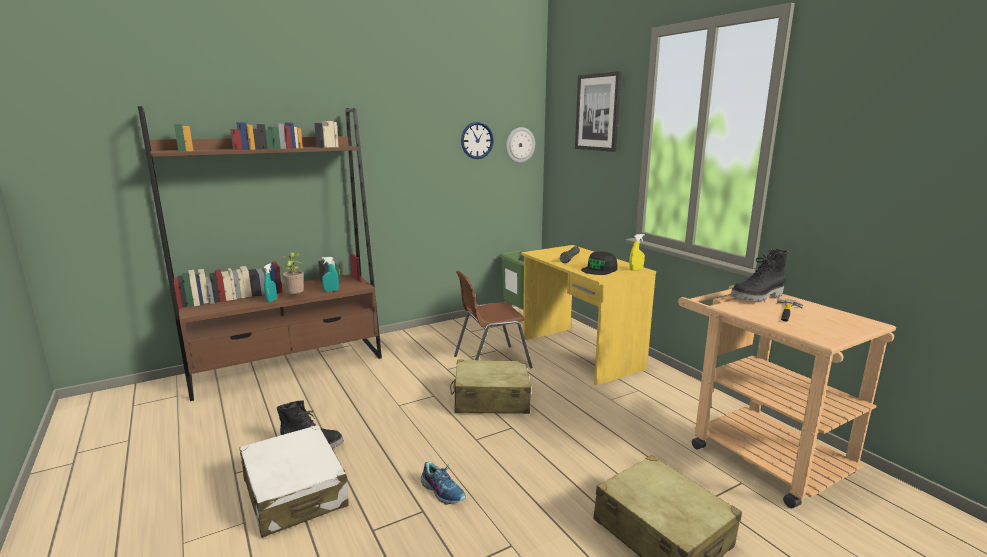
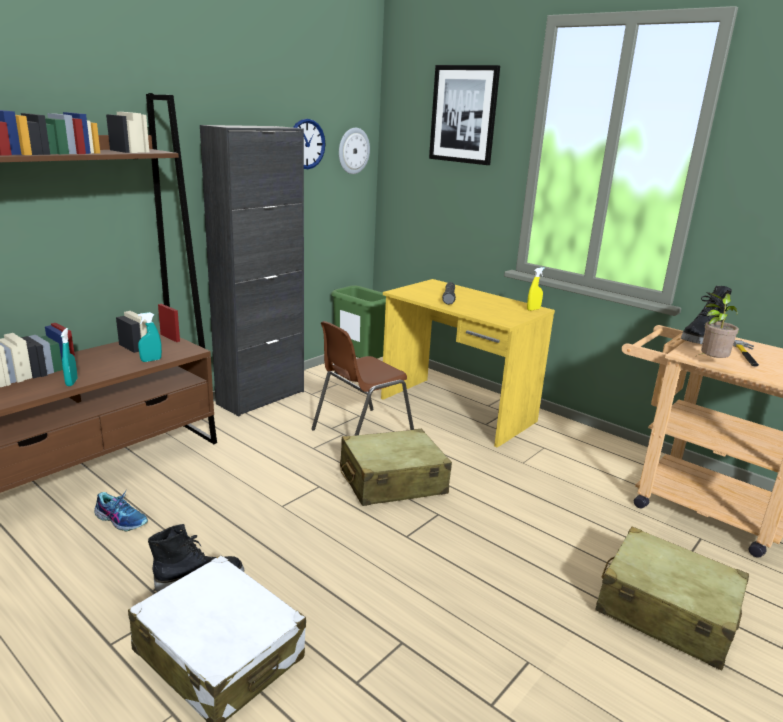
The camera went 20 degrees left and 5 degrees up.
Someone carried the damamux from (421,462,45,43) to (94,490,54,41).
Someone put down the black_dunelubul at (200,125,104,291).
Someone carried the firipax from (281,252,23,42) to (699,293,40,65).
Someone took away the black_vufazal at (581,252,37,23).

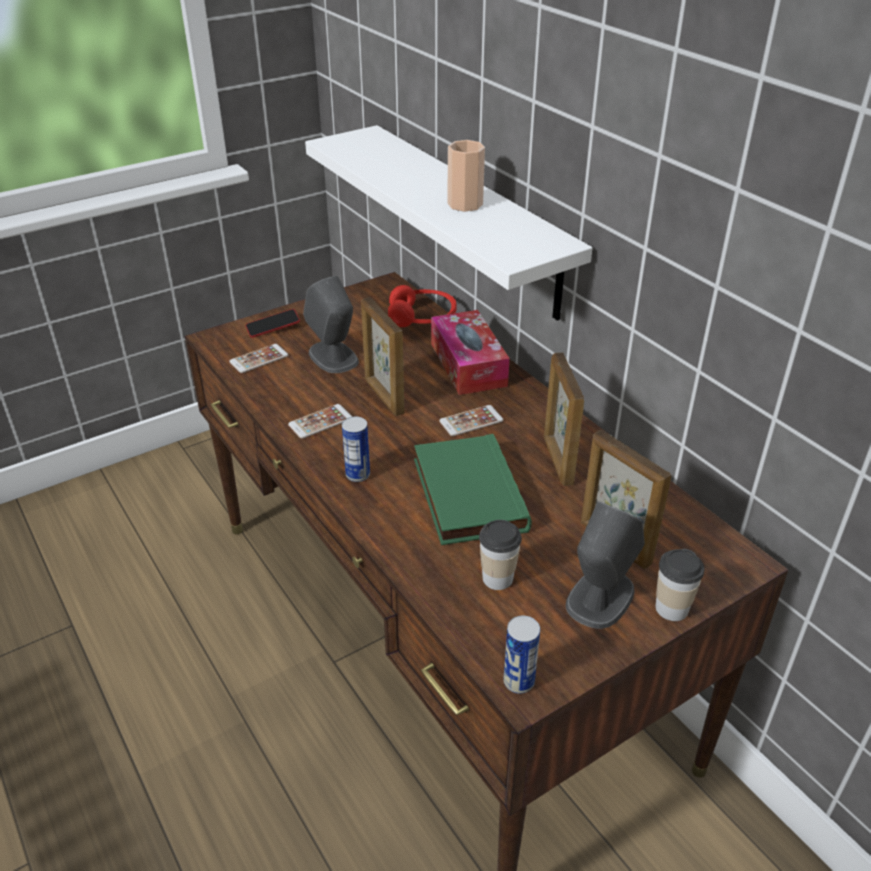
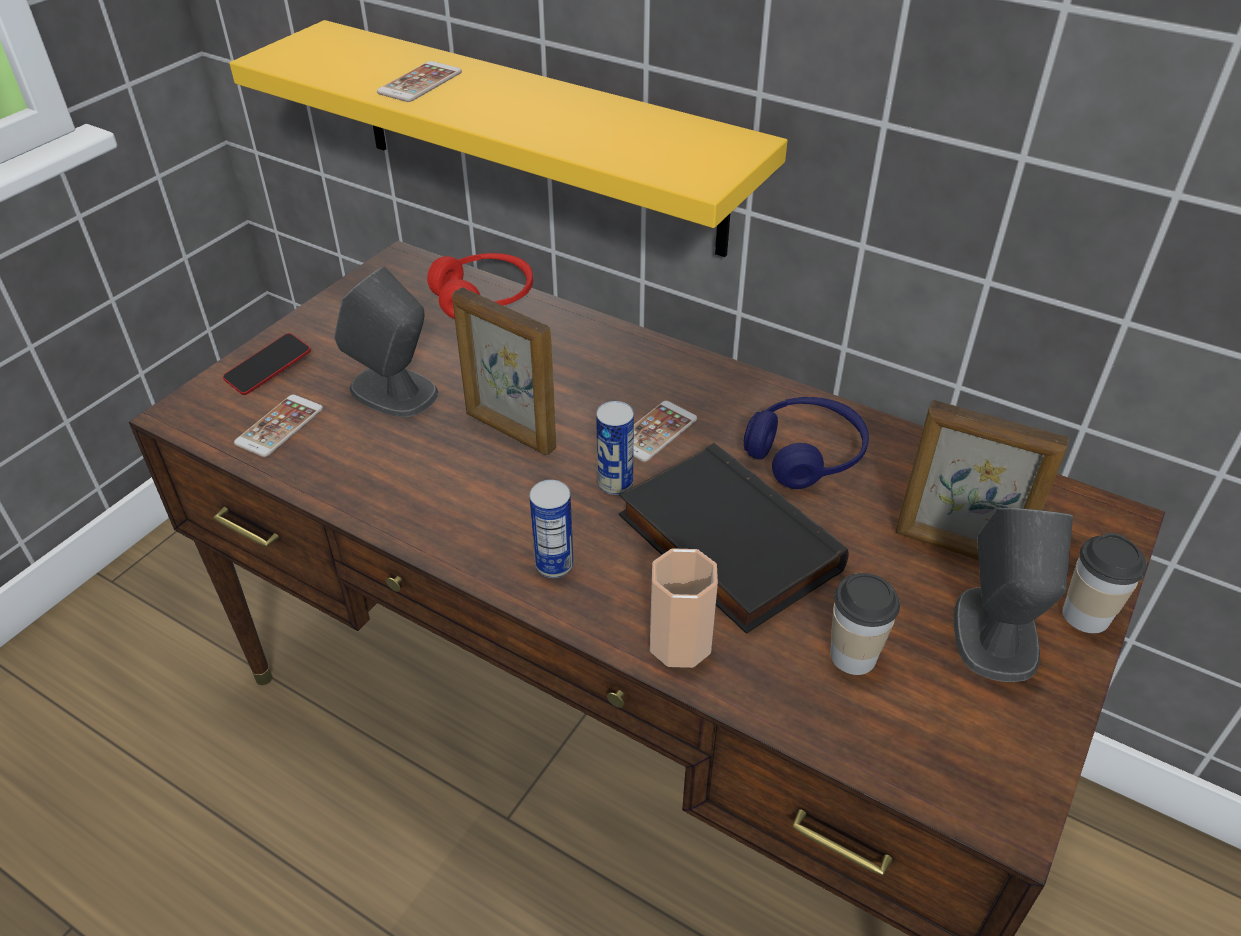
The camera went 25 degrees left and 5 degrees up.
Someone repainted the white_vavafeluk at (305,125,287,196), which became the yellow_vavafeluk at (230,20,558,237).
Someone carried the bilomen from (288,404,64,35) to (377,61,85,41).
Someone carried the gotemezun from (503,616,37,78) to (596,401,38,94).
Someone repainted the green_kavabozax at (414,434,118,111), which became the black_kavabozax at (619,443,230,191).
Someone carried the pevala from (447,140,38,72) to (650,548,68,120).
Someone swapped the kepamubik at (544,353,40,133) for the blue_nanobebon at (744,397,125,92).
Someone took away the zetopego at (431,310,79,85).

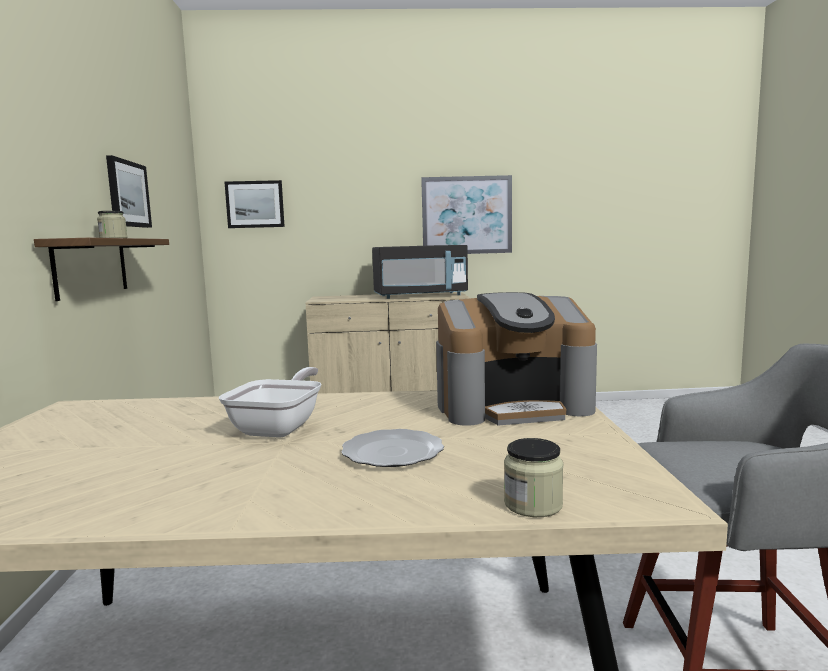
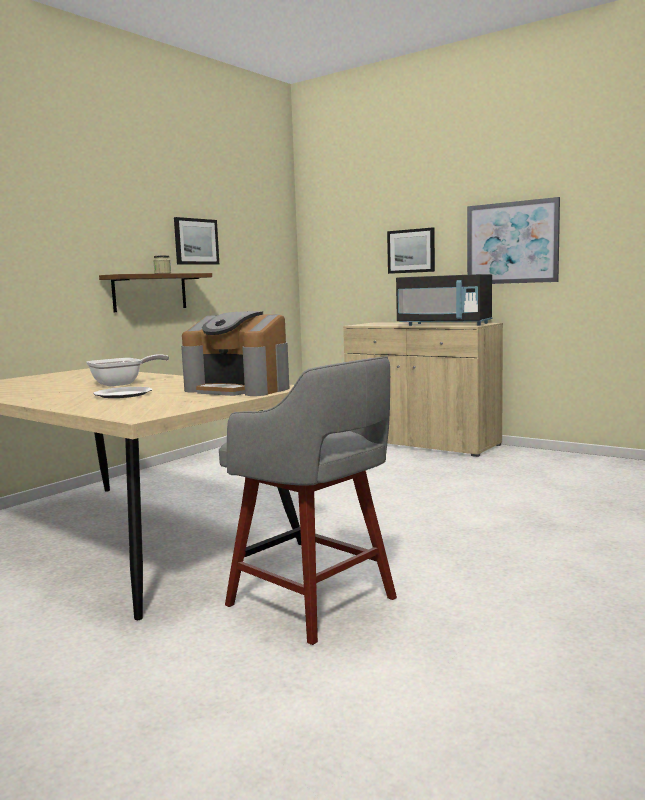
The camera went 40 degrees right and 0 degrees up.
Someone carried the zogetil from (224,180,61,48) to (387,227,48,47).
Someone took away the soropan at (504,438,60,79).

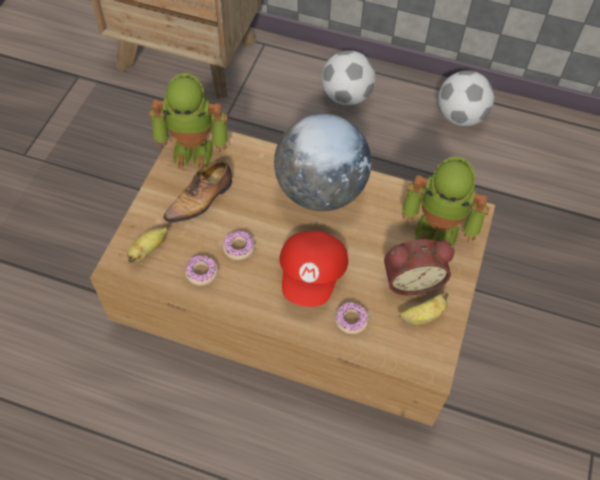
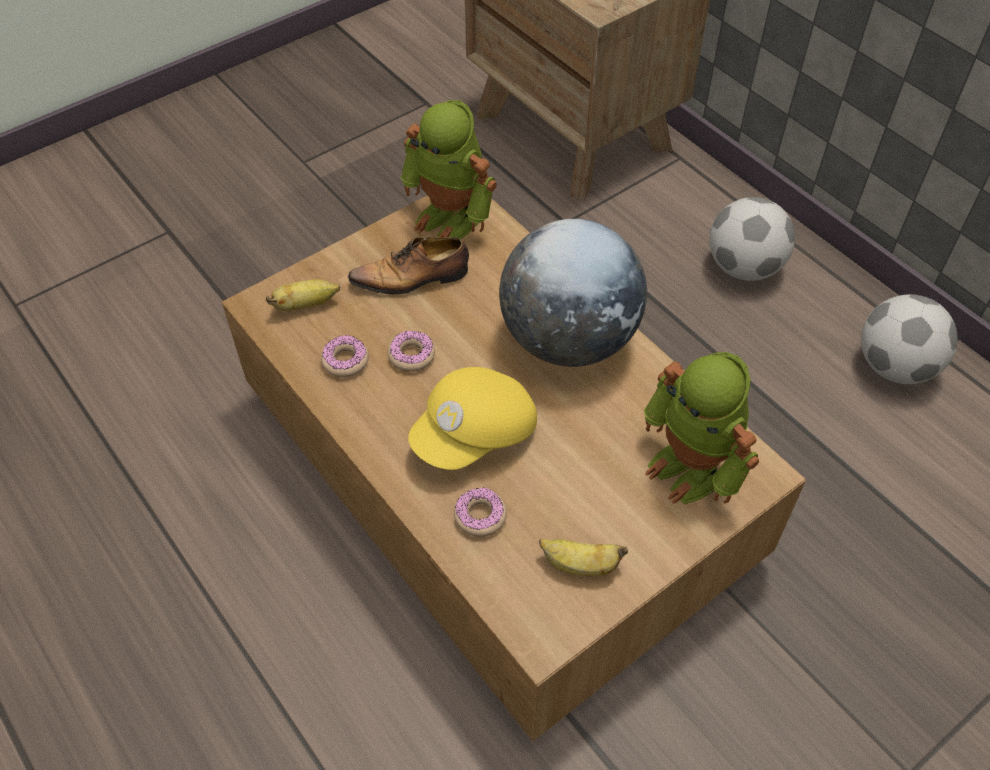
The camera went 35 degrees right and 5 degrees down.
Someone repainted the red_vufazal at (279,231,69,76), which became the yellow_vufazal at (408,367,129,103).
Someone took away the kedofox at (384,239,71,57).

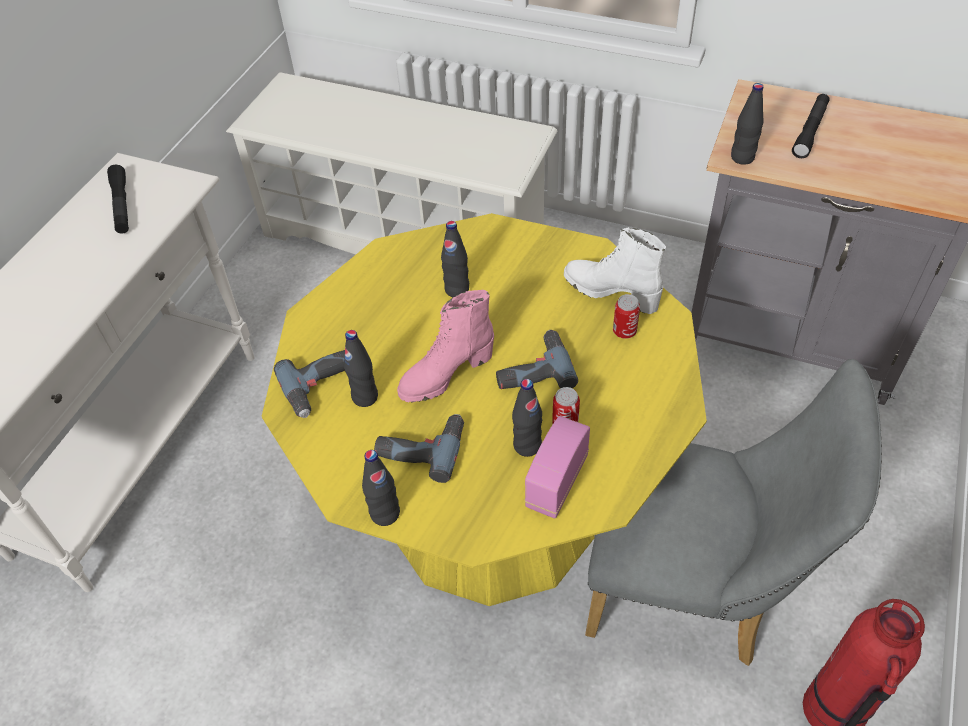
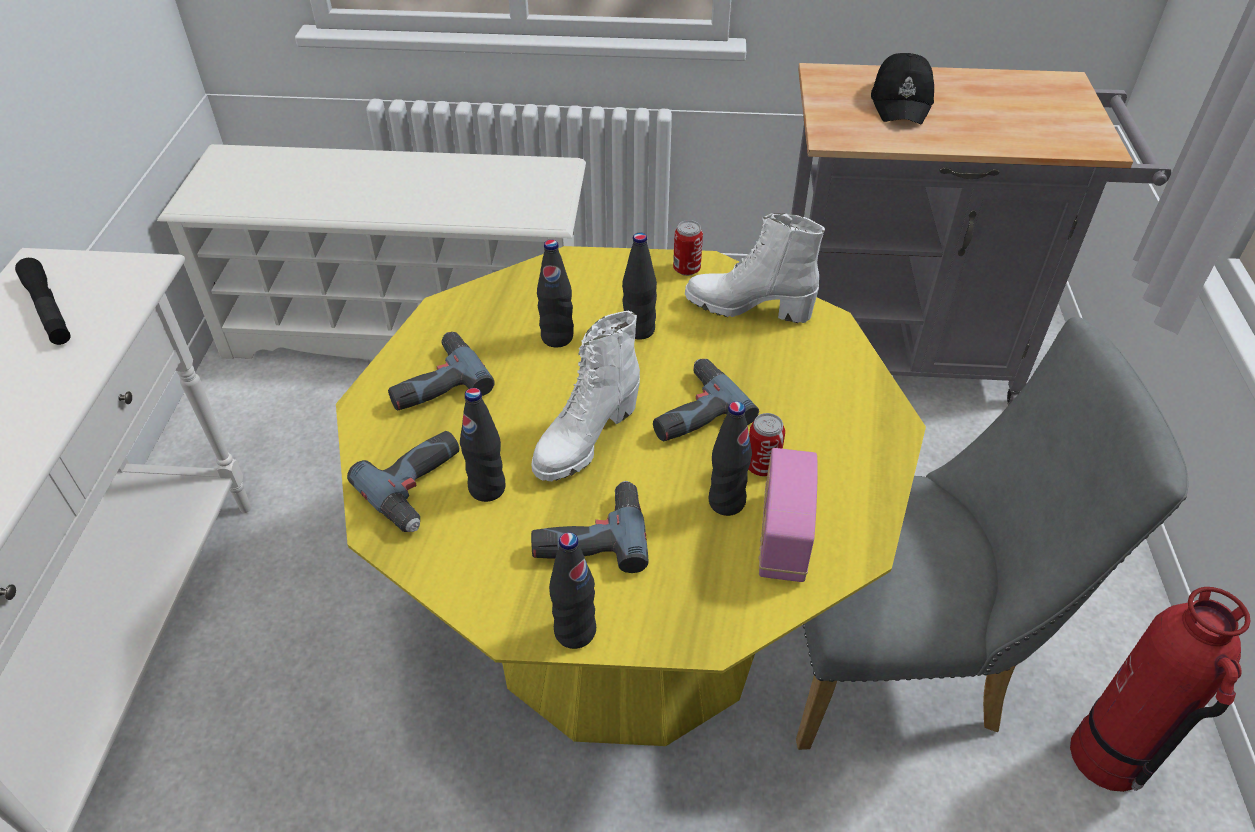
The camera went 20 degrees left and 5 degrees down.
Someone put down the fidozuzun at (388,332,107,78).
Someone repainted the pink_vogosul at (397,290,97,112), which became the white_vogosul at (531,311,109,170).
Someone carried the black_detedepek from (731,83,33,82) to (622,233,35,107).
Someone carried the gotemezun from (613,294,27,45) to (673,220,30,56).
Someone swapped the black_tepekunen at (792,94,38,64) for the black_vufazal at (871,53,63,71).

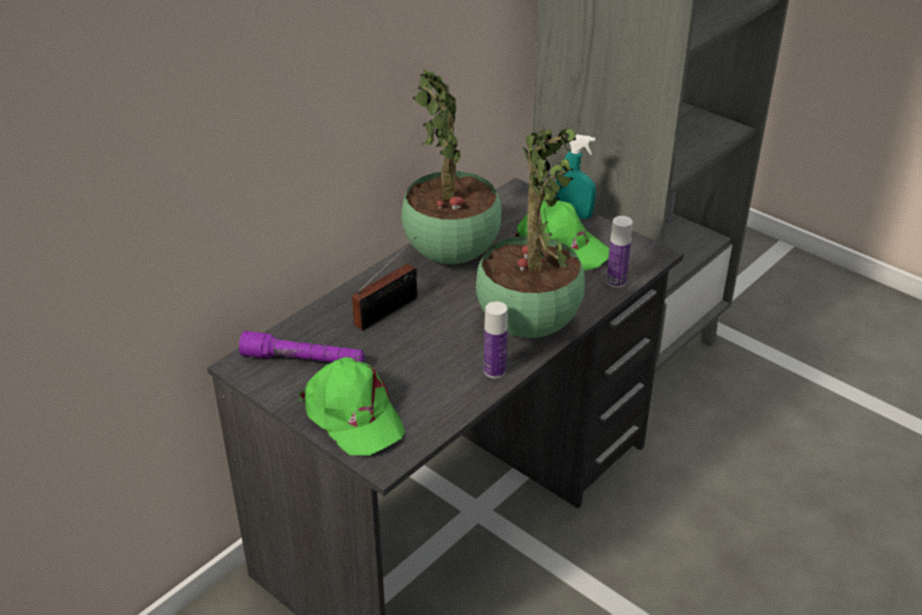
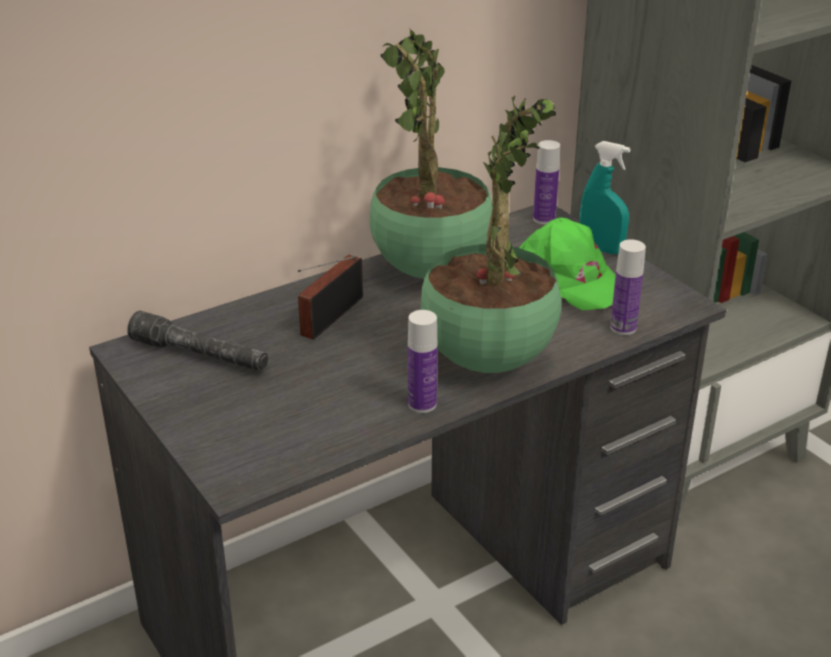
The camera went 15 degrees right and 5 degrees down.
Someone repainted the purple_tepekunen at (239,331,125,31), which became the grey_tepekunen at (127,311,141,60).
Someone rotated the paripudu at (352,237,65,94) by 150 degrees clockwise.
Someone put down the detedepek at (533,140,27,84).
Someone took away the green_vufazal at (299,357,106,99).

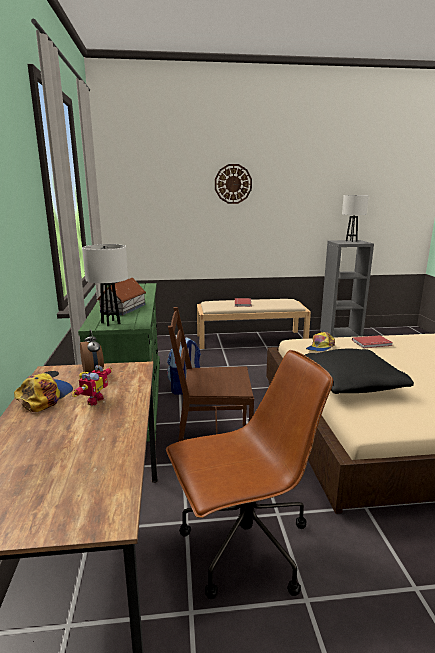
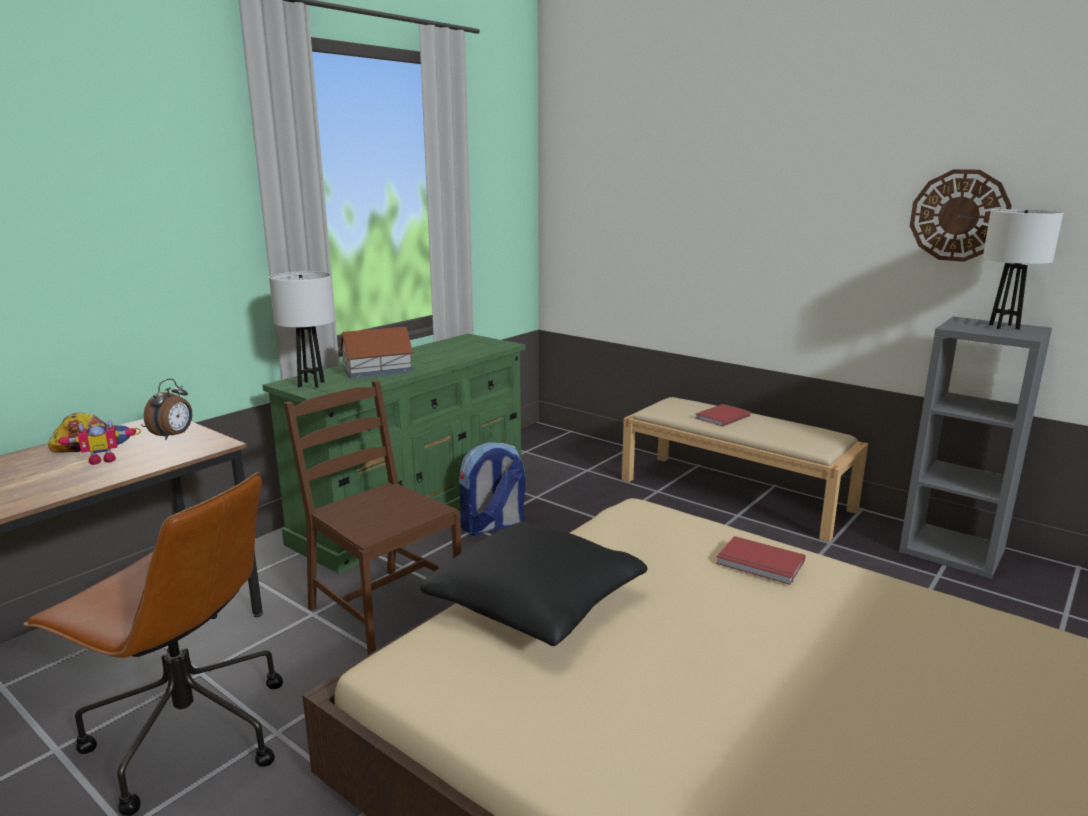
The camera went 45 degrees right and 0 degrees up.
Someone carried the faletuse from (215,164,37,40) to (910,169,102,93).
Someone took away the vufazal at (306,332,29,19).

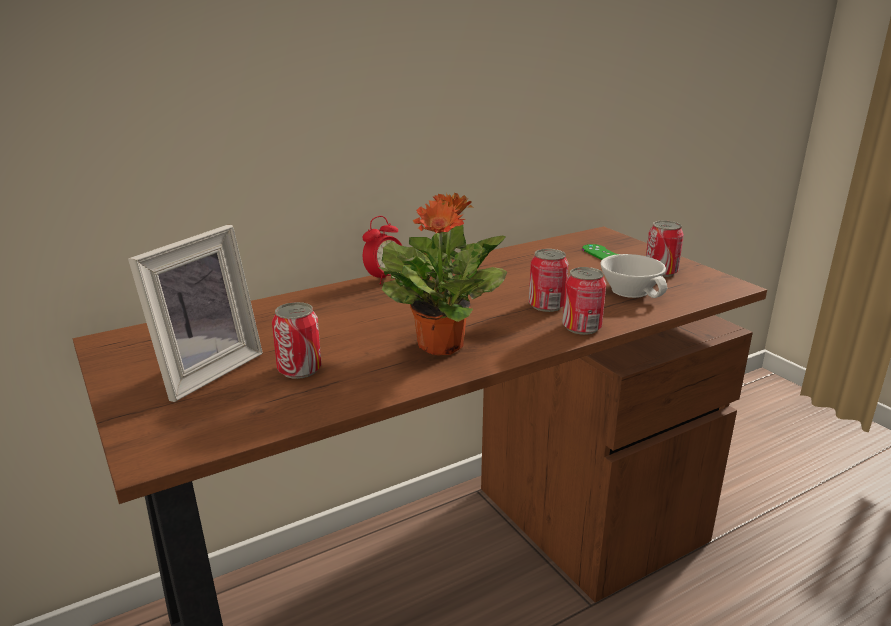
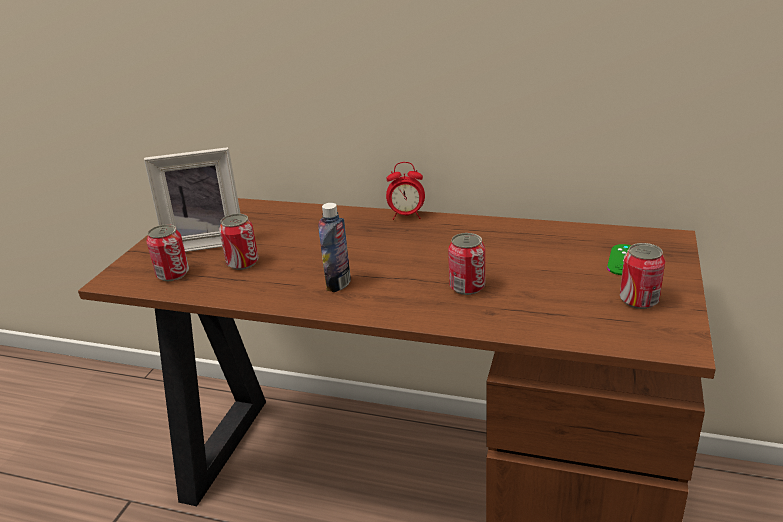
The camera went 50 degrees right and 5 degrees up.
Someone carried the gotemezun from (562,267,44,68) to (146,224,43,57).
Someone swapped the firipax at (378,193,129,162) for the detedepek at (318,203,33,89).
Someone took away the white_pevala at (600,254,67,44).

